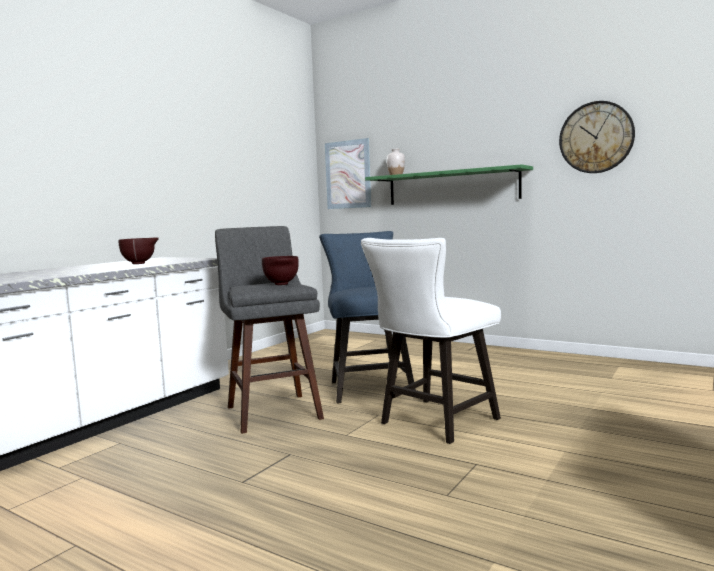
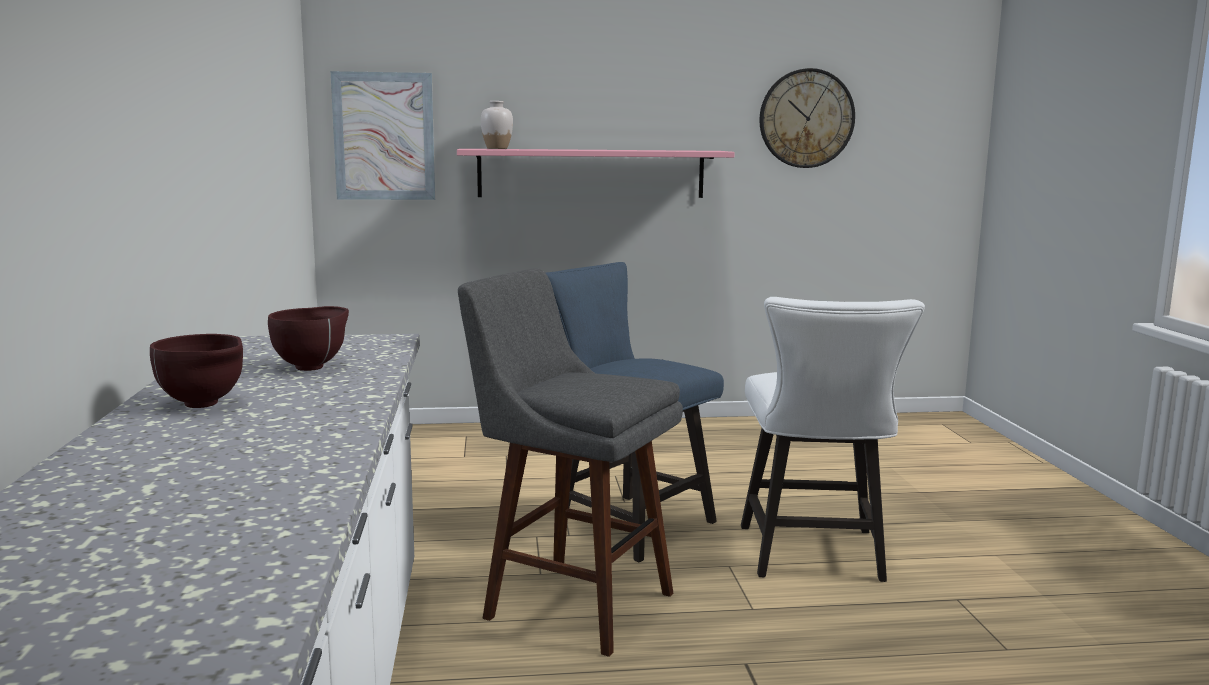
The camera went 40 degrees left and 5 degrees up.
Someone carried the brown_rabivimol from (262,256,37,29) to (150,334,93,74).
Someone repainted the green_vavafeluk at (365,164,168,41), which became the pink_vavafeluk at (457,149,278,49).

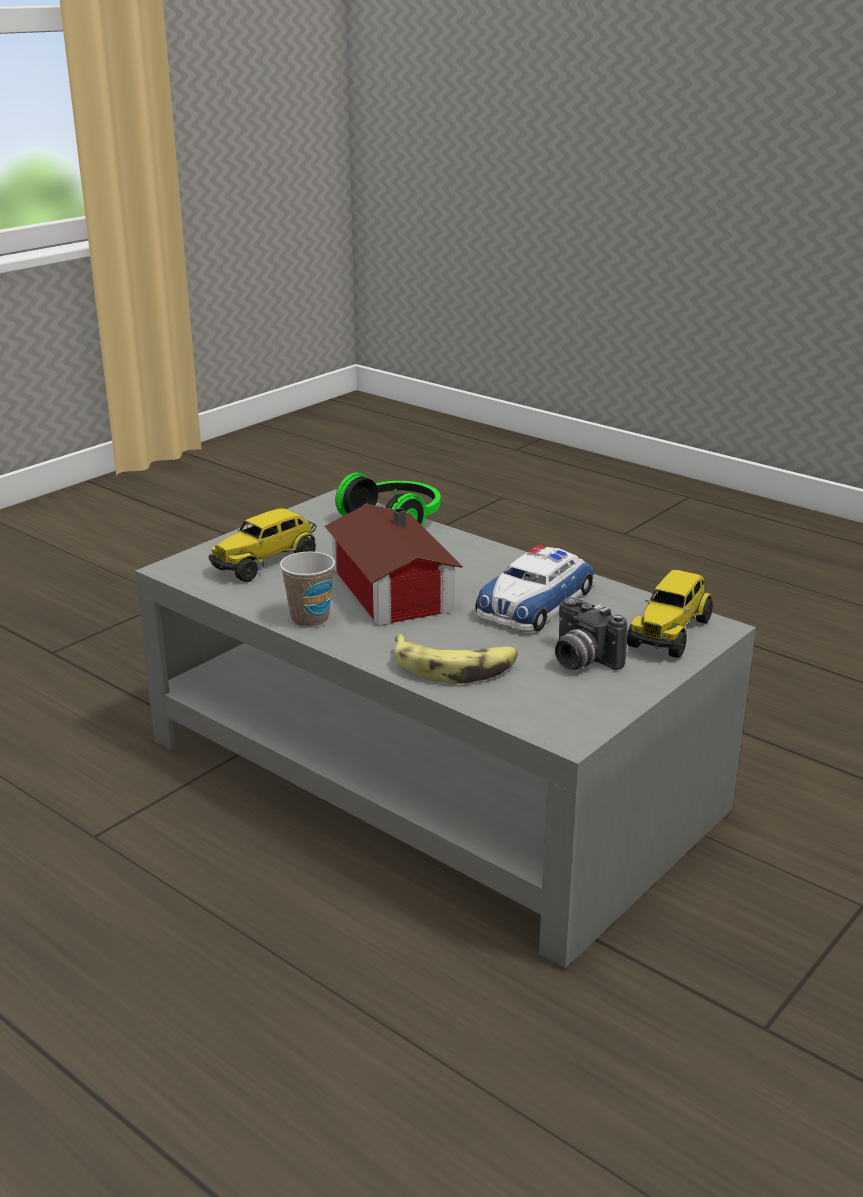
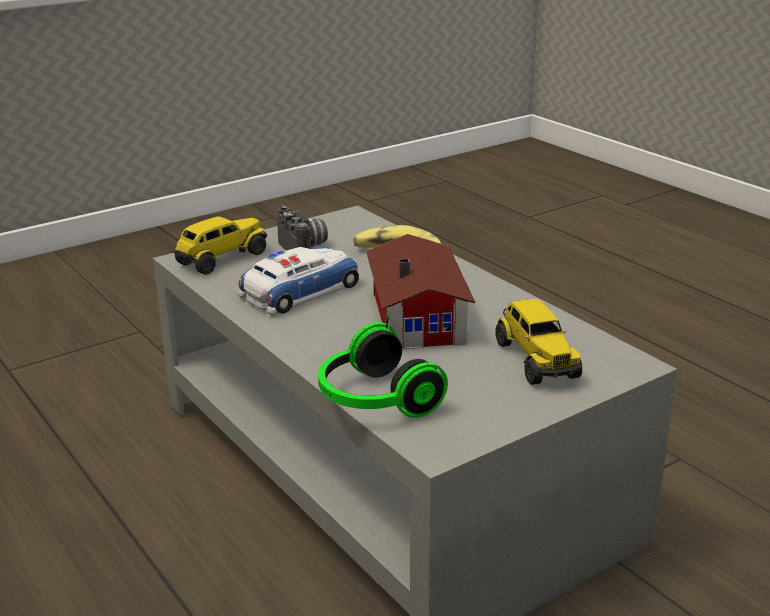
The camera went 165 degrees left and 0 degrees up.
Someone rotated the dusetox at (209,508,107,74) by 105 degrees clockwise.
Someone took away the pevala at (280,552,55,76).

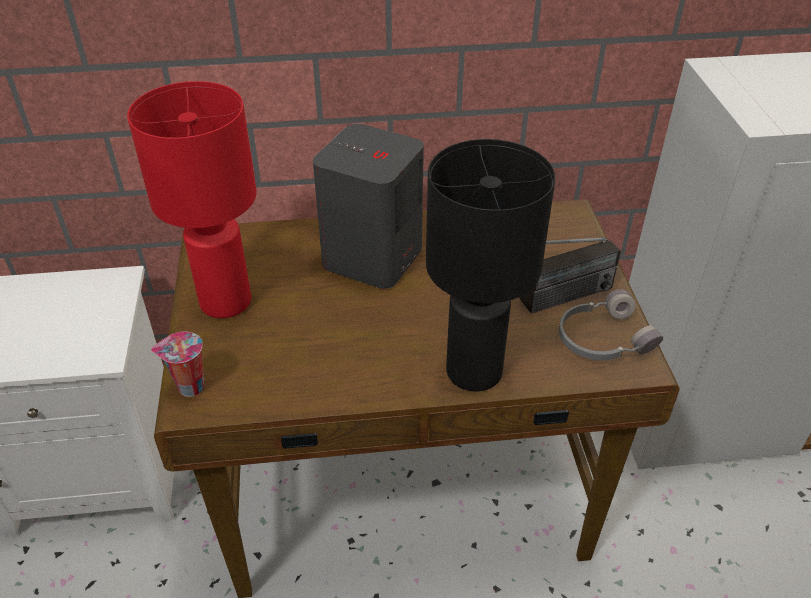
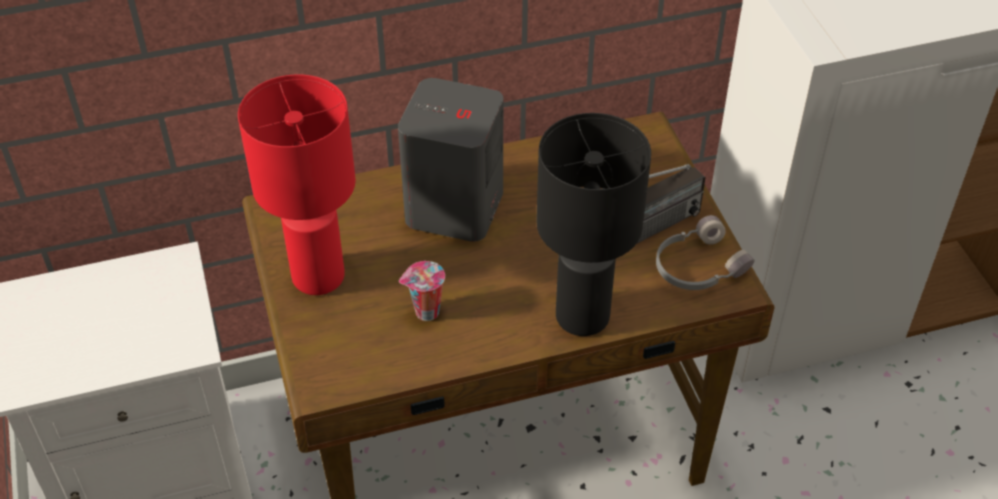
The camera went 10 degrees left and 5 degrees up.
Someone carried the pevala from (151,332,53,65) to (399,261,46,60).

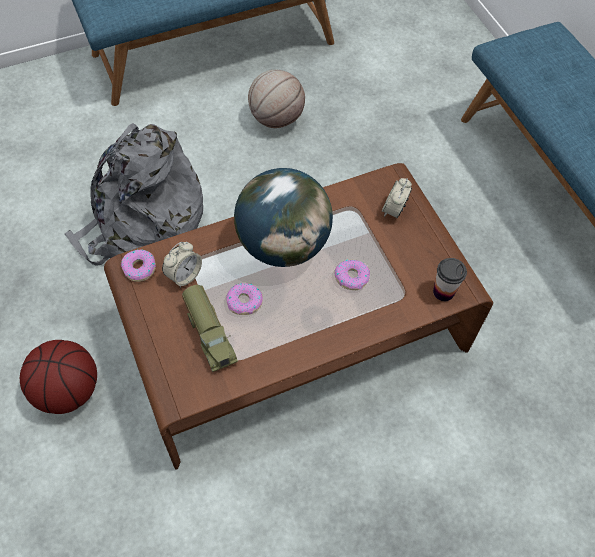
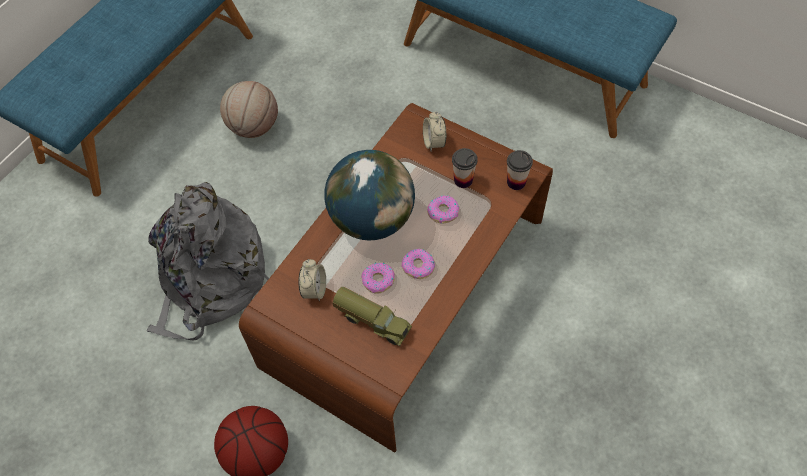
The camera went 30 degrees left and 0 degrees up.
Someone carried the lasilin from (121,249,35,33) to (401,249,34,30).
Someone put down the pevala at (452,148,26,40).

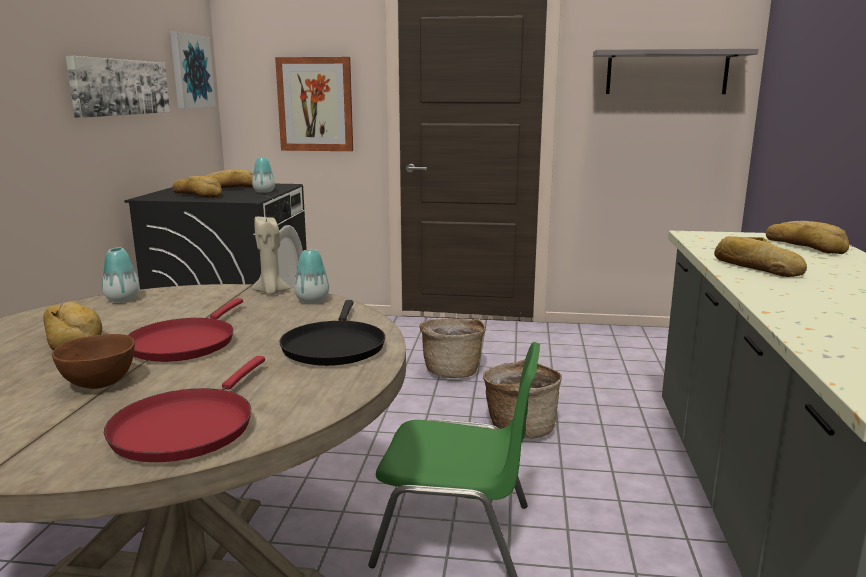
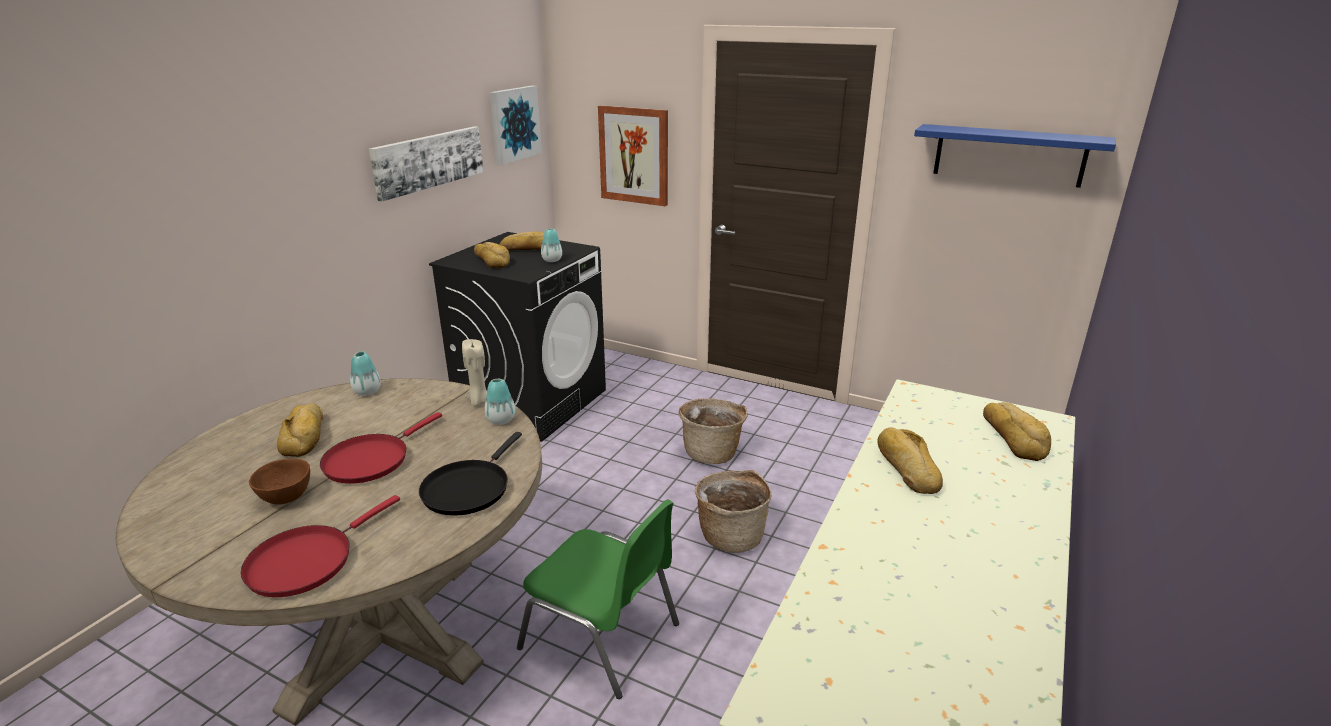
The camera went 20 degrees right and 10 degrees up.
Someone repainted the grey_vavafeluk at (593,48,166,46), which became the blue_vavafeluk at (914,124,202,64).

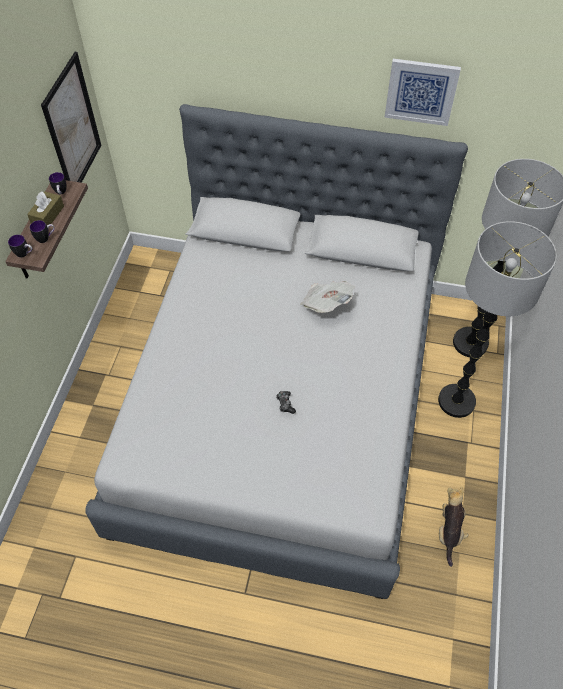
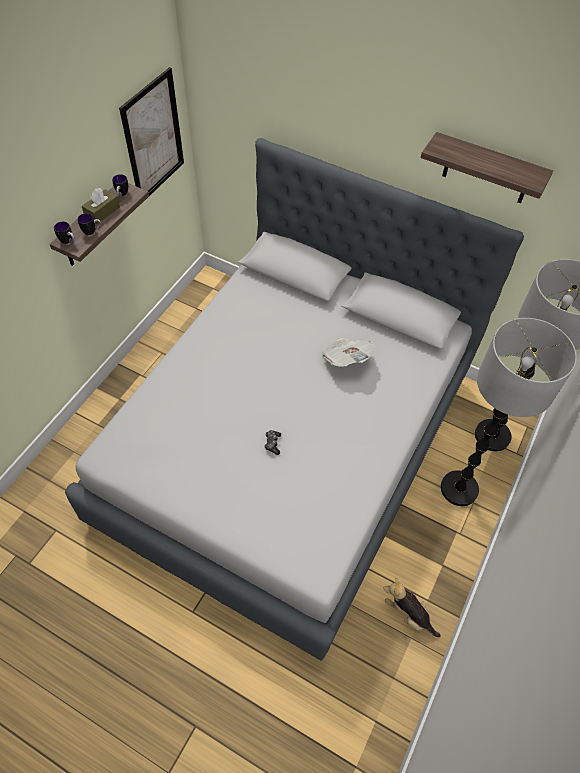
The camera went 15 degrees right and 0 degrees up.
Someone rotated the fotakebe at (439,487,29,80) by 75 degrees counterclockwise.
Someone swapped the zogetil at (384,59,77,67) for the vavafeluk at (421,132,132,71).

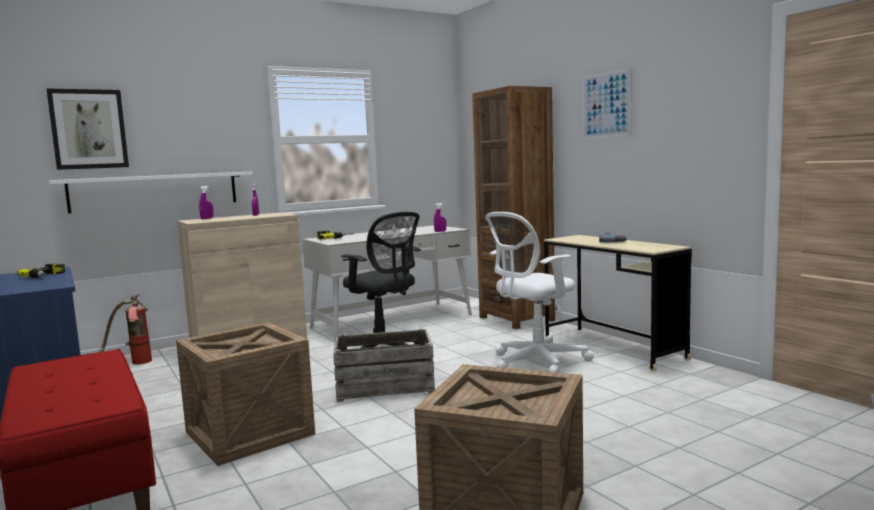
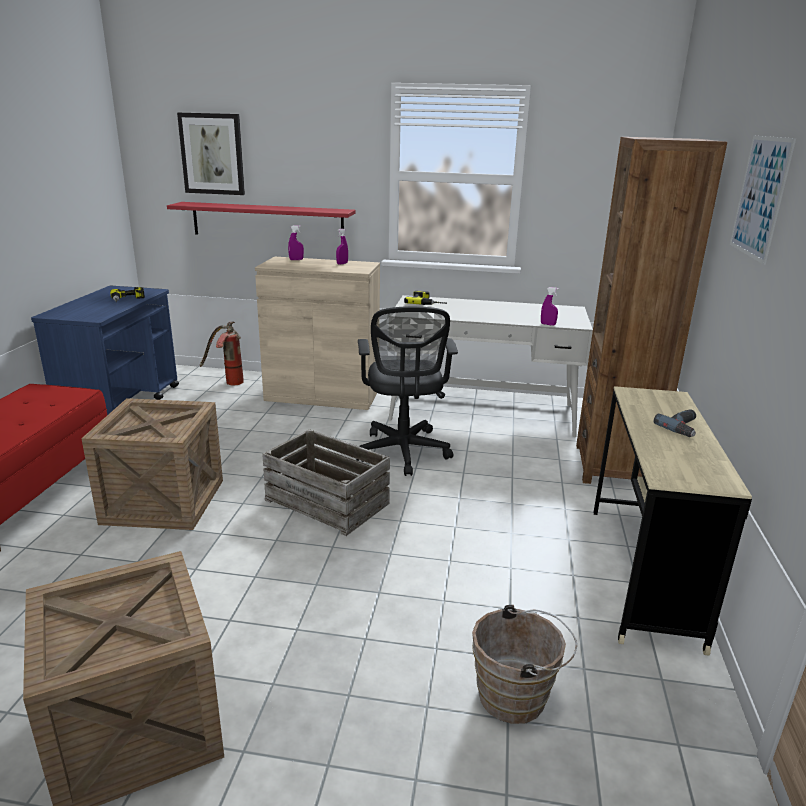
The camera went 40 degrees right and 15 degrees up.
Someone repainted the white_vavafeluk at (49,172,204,42), which became the red_vavafeluk at (167,202,189,33).
Someone put down the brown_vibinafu at (472,605,105,119).
Someone took away the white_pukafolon at (485,212,109,161).

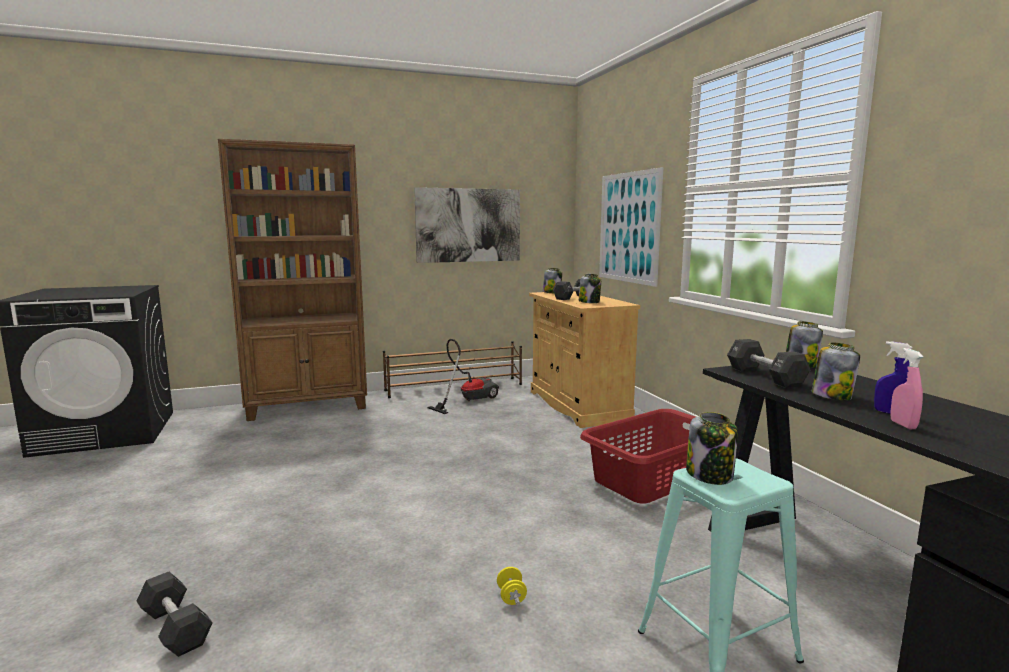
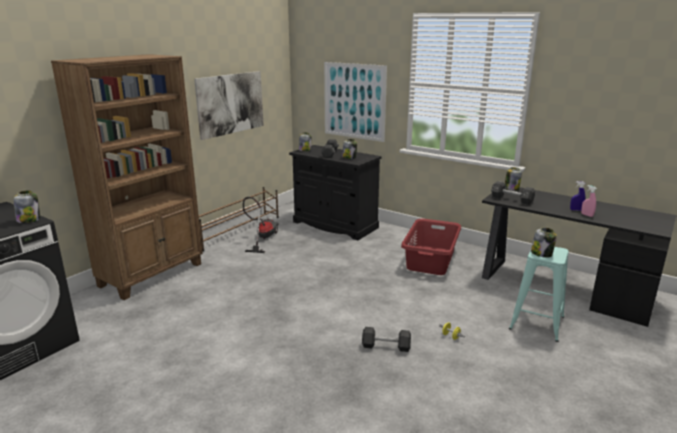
The camera went 35 degrees left and 10 degrees up.
Someone carried the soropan from (812,343,48,57) to (13,191,27,32).
Someone repainted the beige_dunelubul at (529,291,111,137), which became the black_dunelubul at (289,145,93,95).
Someone carried the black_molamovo from (137,572,76,85) to (362,327,49,25).

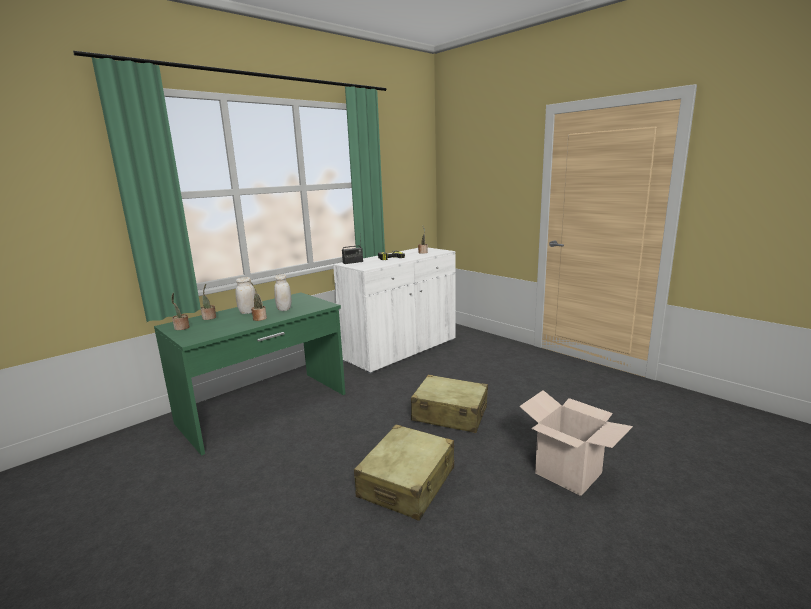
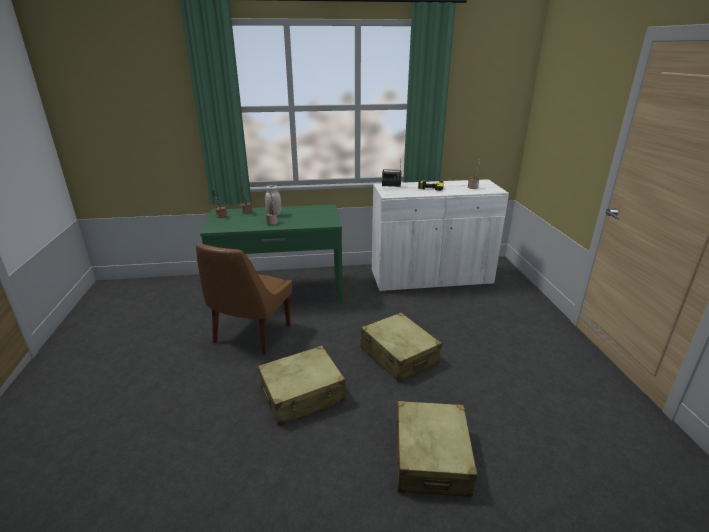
The camera went 35 degrees right and 10 degrees up.
Someone put down the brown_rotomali at (196,243,96,112).
Someone swapped the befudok at (519,390,114,106) for the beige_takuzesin at (396,401,81,97).
Someone took away the white_soropan at (274,274,17,37).

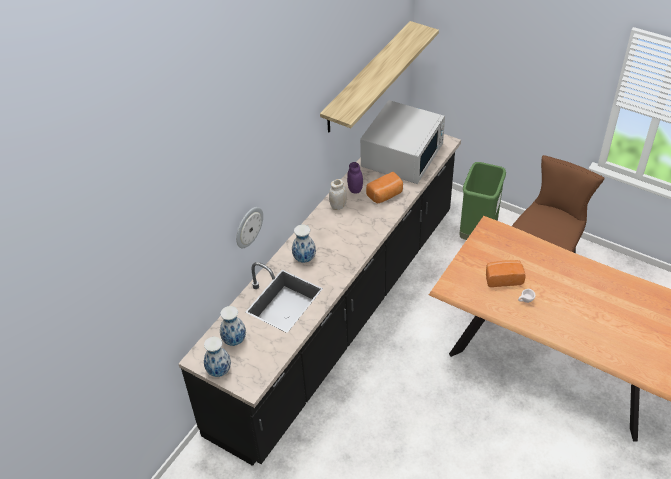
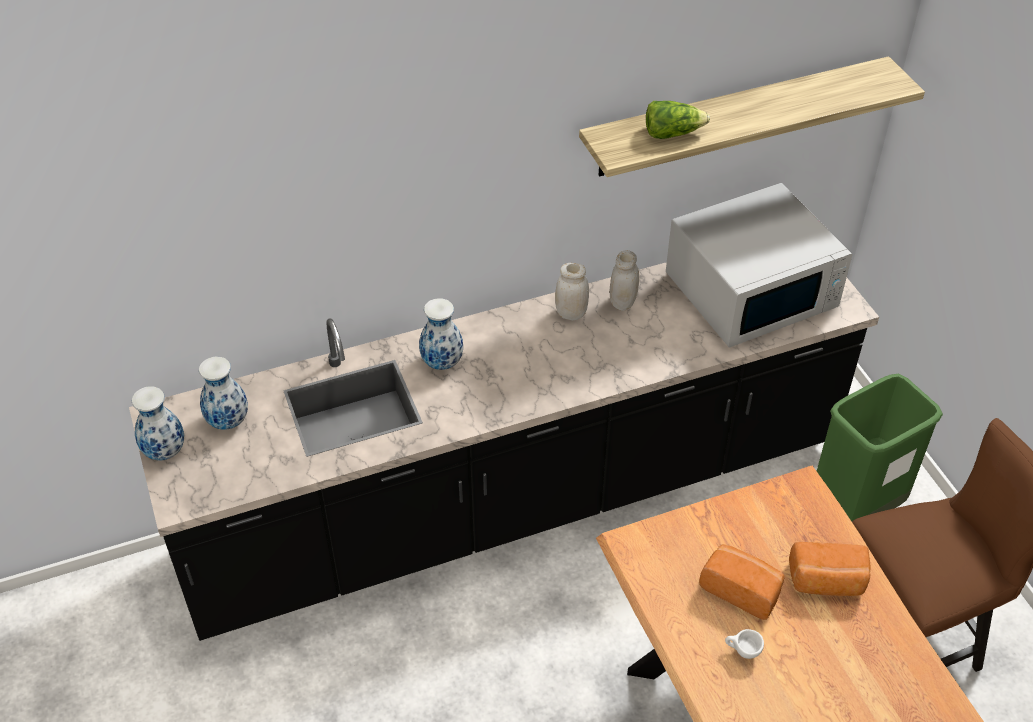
The camera went 35 degrees right and 0 degrees up.
Someone repainted the purple_soropan at (347,162,16,32), which became the white_soropan at (609,250,30,61).
Someone put down the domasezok at (646,101,64,38).
Someone carried the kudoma from (366,172,37,31) to (789,542,82,54).
Someone took away the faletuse at (236,207,27,41).

